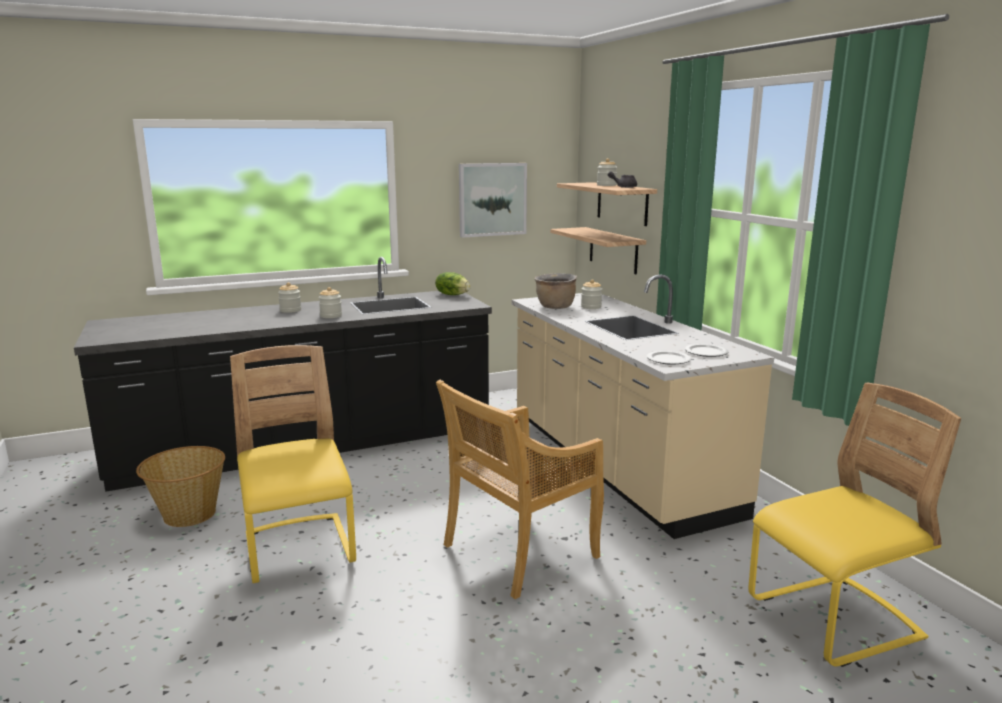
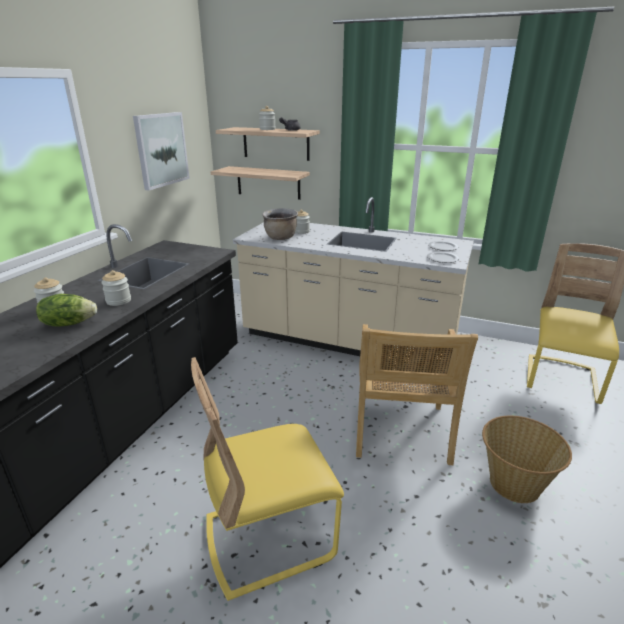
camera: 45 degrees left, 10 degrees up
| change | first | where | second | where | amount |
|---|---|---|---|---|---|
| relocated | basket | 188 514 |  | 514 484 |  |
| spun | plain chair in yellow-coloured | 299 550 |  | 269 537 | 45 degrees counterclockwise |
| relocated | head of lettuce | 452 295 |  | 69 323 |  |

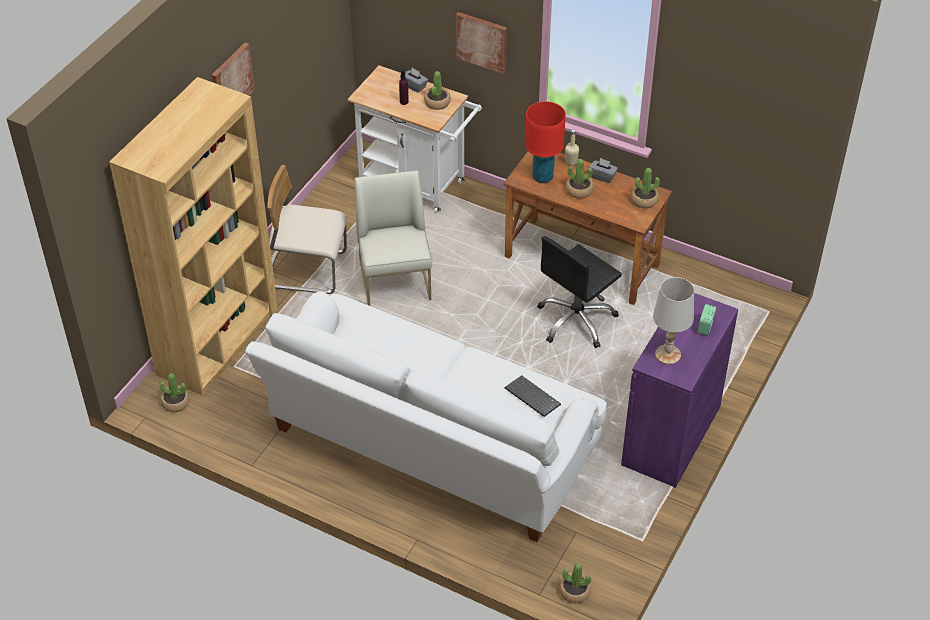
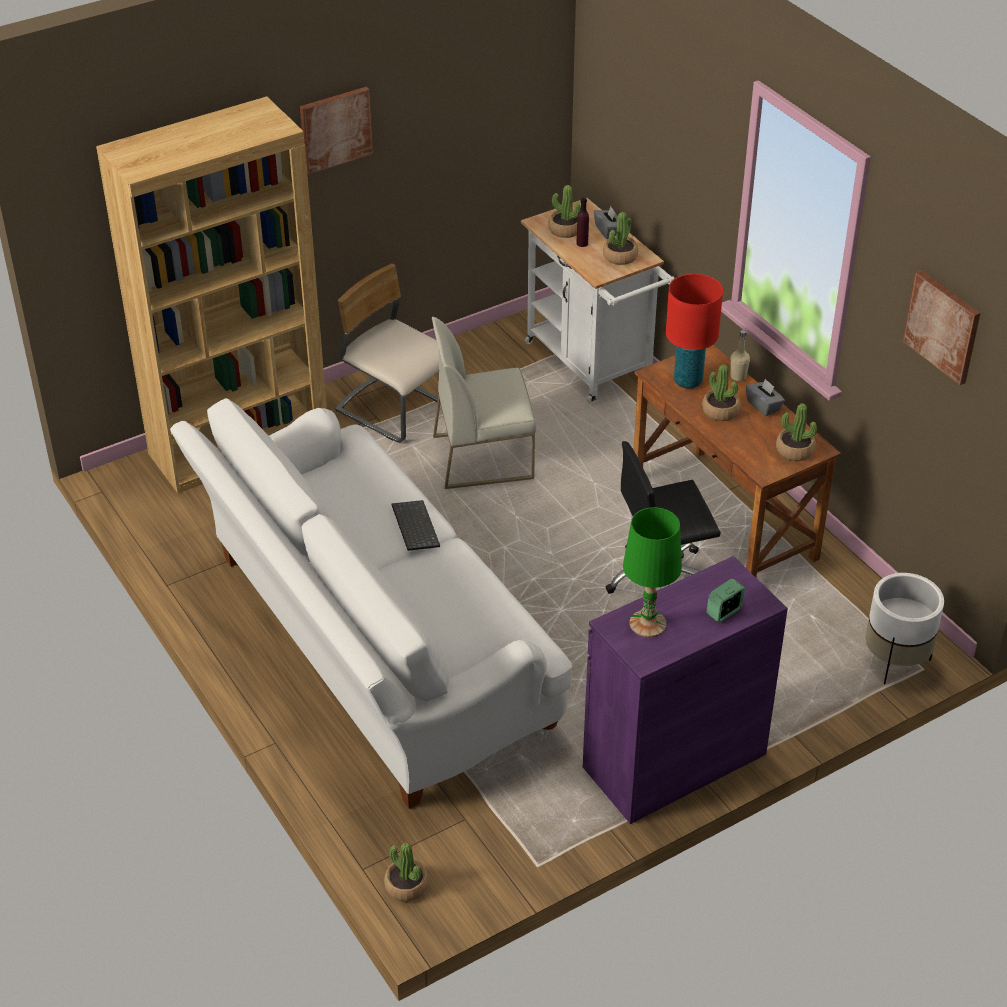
camera: 30 degrees right, 5 degrees down
| change | first | where | second | where | amount |
|---|---|---|---|---|---|
| relocated | plant in a pot | 175 403 |  | 565 230 |  |
| spun | plain chair in whitish | 395 281 |  | 483 457 | 120 degrees counterclockwise |
| relocated | wall picture | 482 41 |  | 943 326 |  |
| relocated | computer keyboard | 531 397 |  | 414 526 |  |
| colour | tabletop lamp in whitish | 668 354 | tabletop lamp in green-coloured | 648 623 |  |
| appeared |  |  | flower pot in whitish | 895 661 |  |

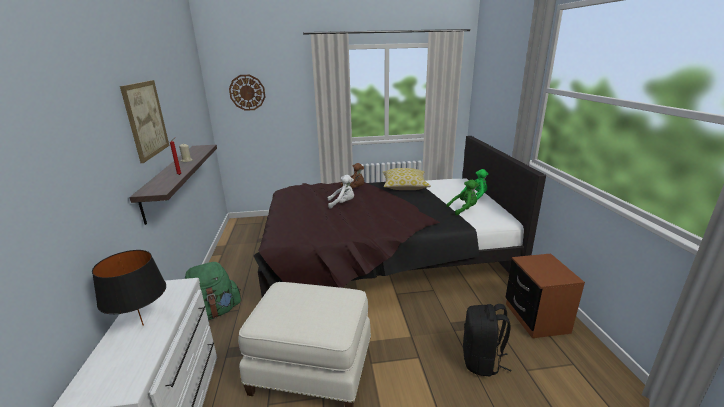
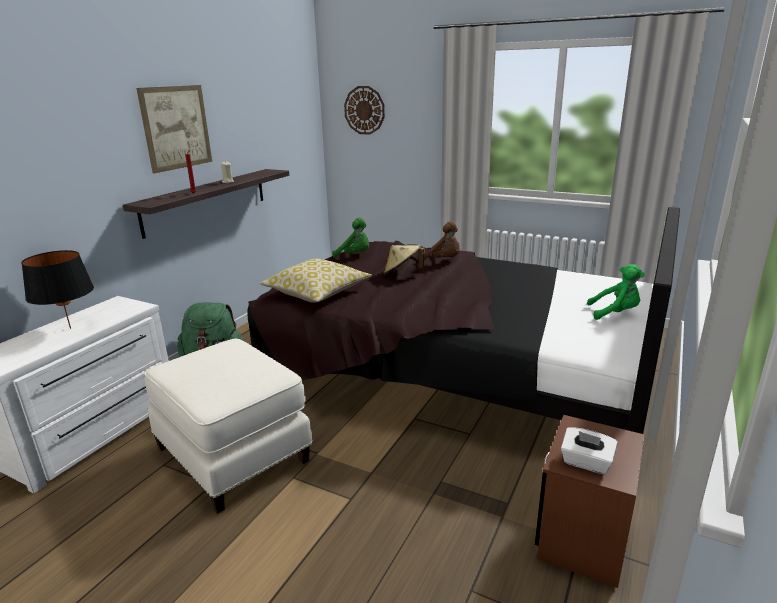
camera: 35 degrees right, 0 degrees up
| change | first | where | second | where | amount |
|---|---|---|---|---|---|
| exchanged | cuddly toy in whitish | 342 203 | clothing hat in beige-coloured | 402 273 |  |
| relocated | pillow | 405 186 |  | 317 293 |  |
| relocated | cuddly toy in green-coloured | 463 209 |  | 355 255 |  |
| missing | backpack in blackish | 482 361 |  |  |  |
| appeared |  |  | box of tissues in whitish | 586 463 |  |

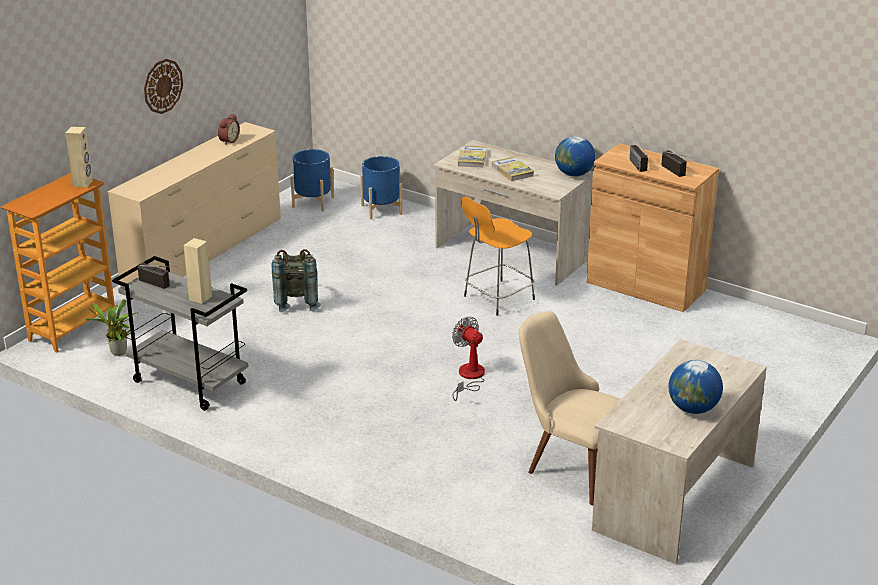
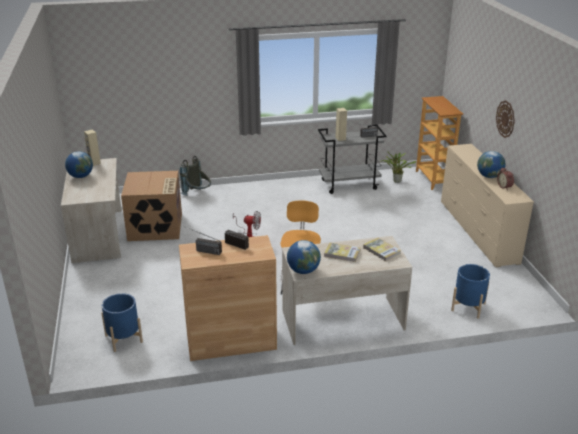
camera: 135 degrees right, 0 degrees up
| change | first | where | second | where | amount |
|---|---|---|---|---|---|
| relocated | loudspeaker in beige-coloured | 83 183 |  | 94 163 |  |
| relocated | backpack in greyish | 297 302 |  | 198 195 |  |
| relocated | flower pot in blue-coloured | 313 202 |  | 124 338 |  |
| exchanged | plain chair in beige-coloured | 571 464 | packing box | 156 227 |  |
| appeared |  |  | desk globe | 489 176 |  |

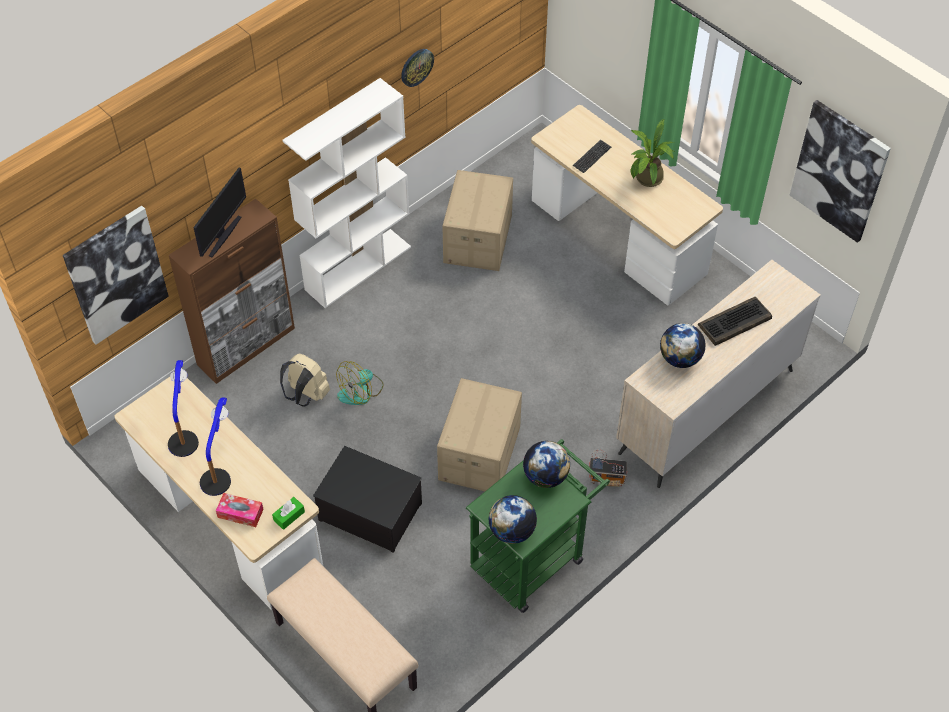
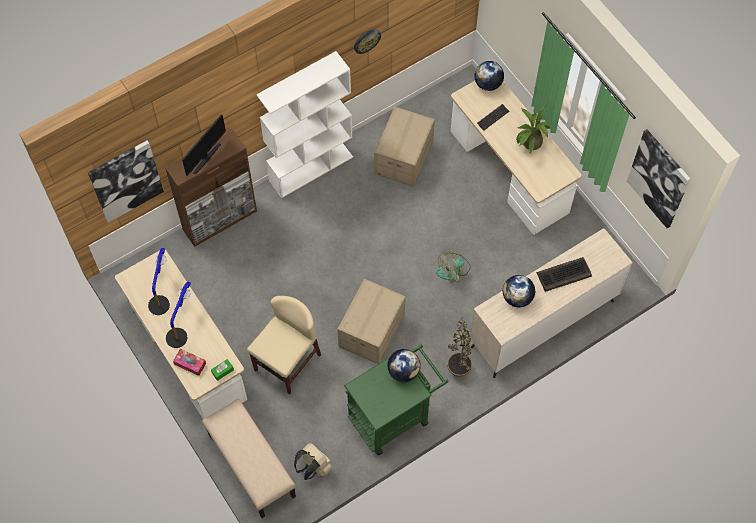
camera: 10 degrees right, 10 degrees up
| change | first | where | second | where | amount |
|---|---|---|---|---|---|
| relocated | backpack in beige-coloured | 306 395 |  | 313 467 |  |
| exchanged | storage container | 371 511 | plain chair in beige-coloured | 287 362 |  |
| relocated | cooling fan | 361 391 |  | 453 270 |  |
| relocated | desk globe | 511 531 |  | 488 84 |  |
| exchanged | radio set | 607 478 | plant in a pot | 459 364 |  |

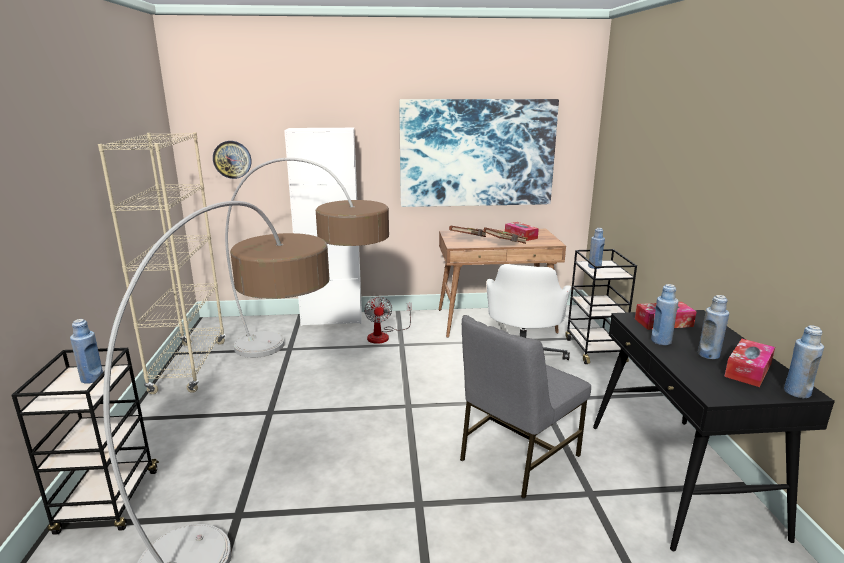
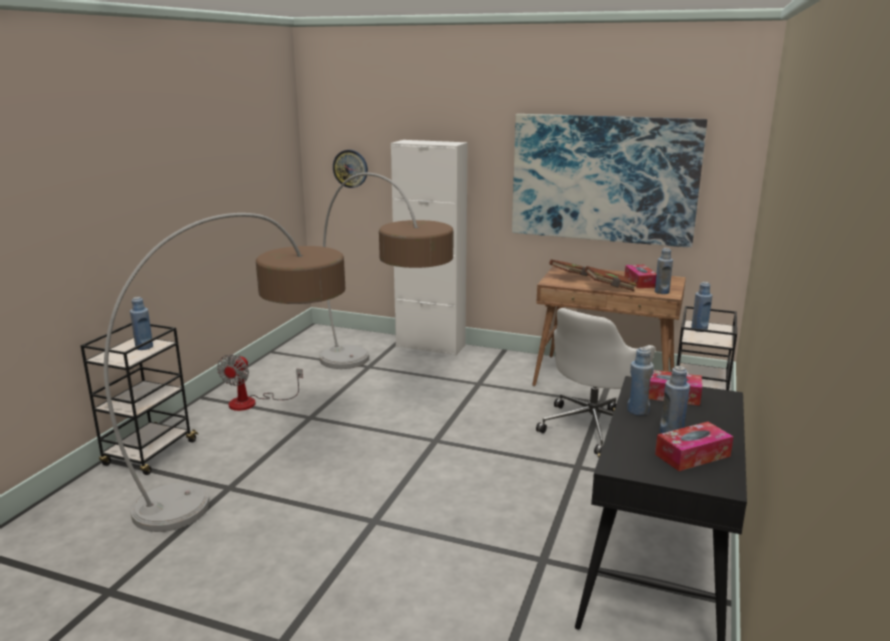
camera: 25 degrees right, 0 degrees up
| change | first | where | second | where | amount |
|---|---|---|---|---|---|
| missing | bookshelf in beige-coloured | 189 366 |  |  |  |
| relocated | cooling fan | 384 335 |  | 252 402 |  |
| missing | plain chair in greyish | 517 457 |  |  |  |
| relocated | bottle in blue-coloured | 796 392 |  | 662 292 |  |

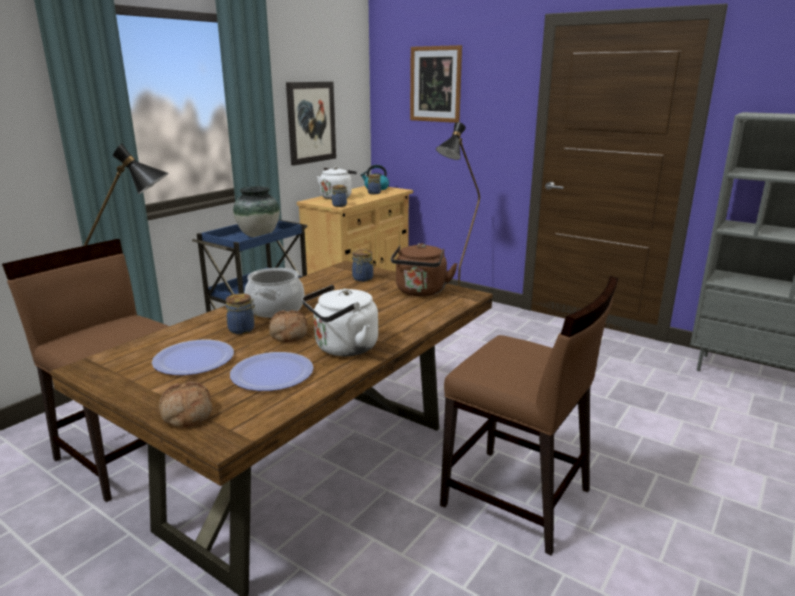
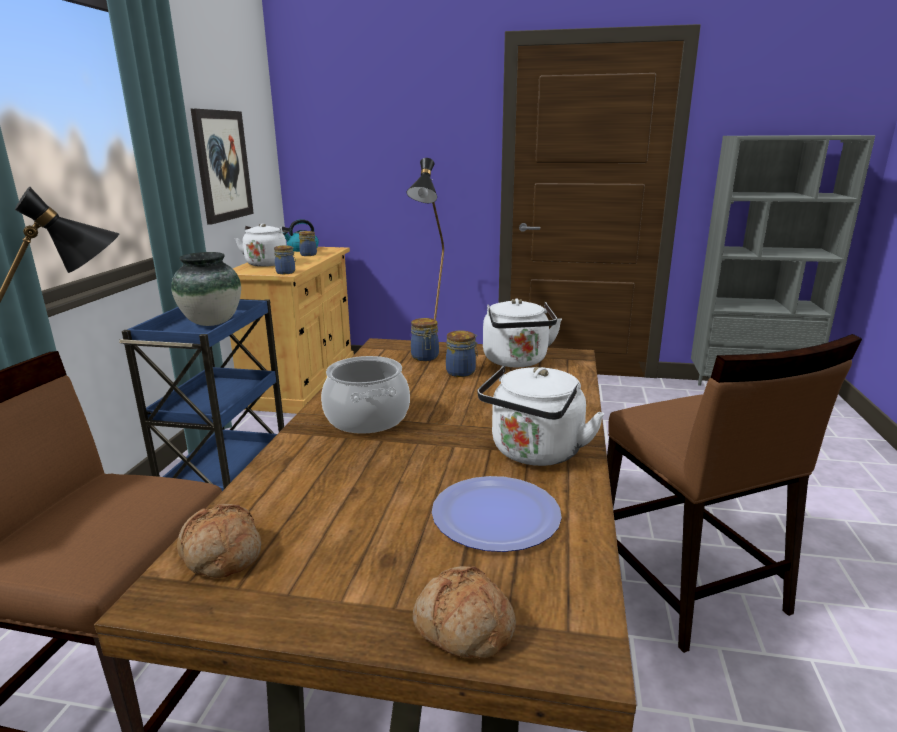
camera: 25 degrees left, 0 degrees up
| change | first | where | second | where | amount |
|---|---|---|---|---|---|
| missing | flat dish | 194 359 |  |  |  |
| relocated | preserve jar | 243 329 |  | 462 372 |  |
| relocated | baked bread | 287 334 |  | 220 554 |  |
| colour | kettle in brown | 420 292 | kettle in whitish | 517 361 |  |
| missing | wall picture | 435 84 |  |  |  |
| spun | plain chair in brown | 517 498 |  | 688 586 | 60 degrees clockwise |

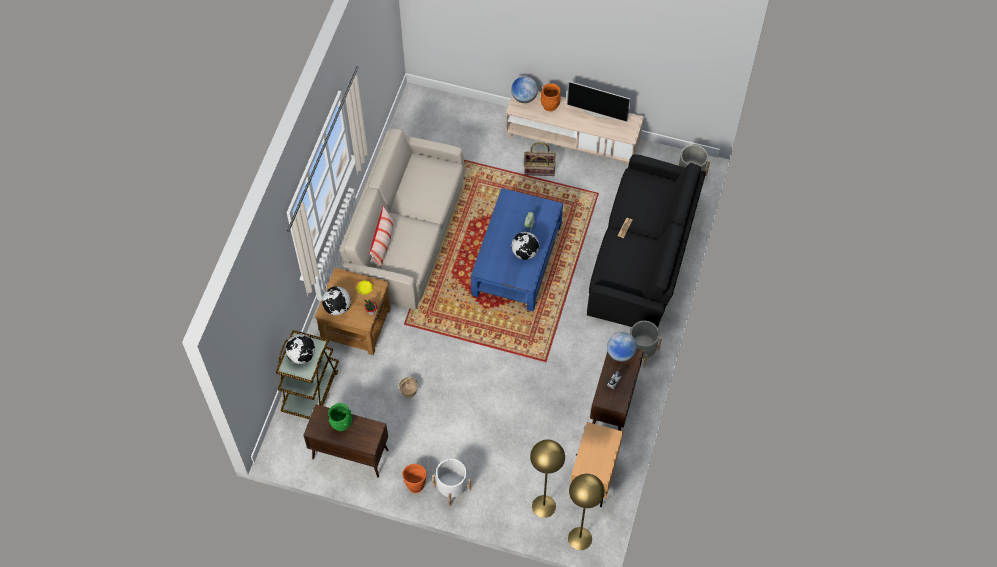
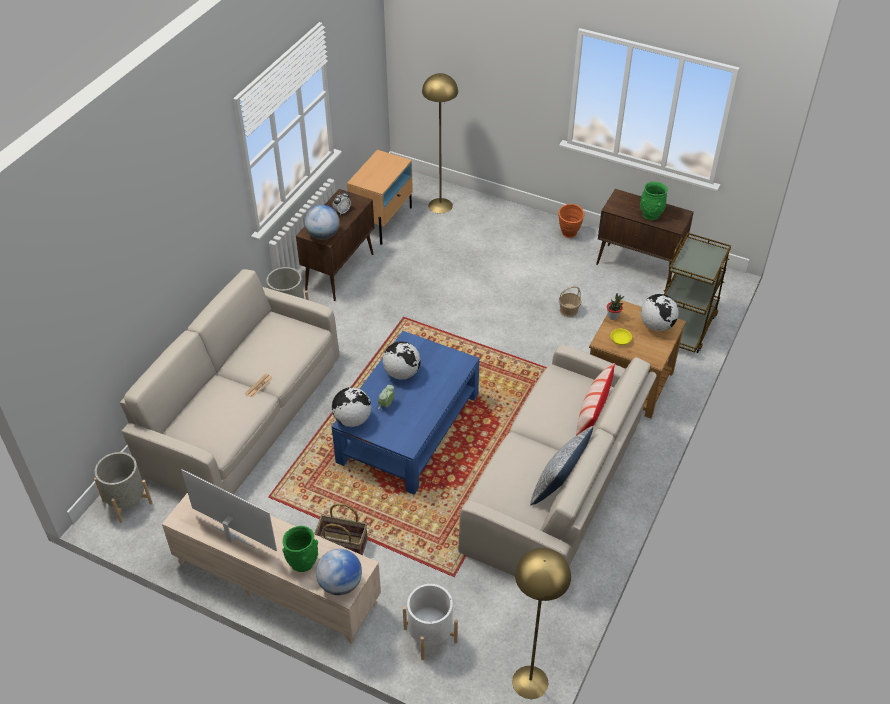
camera: 170 degrees left, 15 degrees down
| change | first | where | second | where | amount |
|---|---|---|---|---|---|
| relocated | desk globe | 302 355 |  | 352 420 |  |
| relocated | flower pot in whitish | 452 488 |  | 430 635 |  |
| colour | decorative vase in orangey | 550 106 | decorative vase in green-coloured | 303 562 |  |
| relocated | standing lamp in yellow-coloured | 579 538 |  | 530 682 |  |
| colour | settee in blackish | 643 255 | settee in beige-coloured | 241 410 |  |
| appeared |  |  | pillow | 558 485 |  |

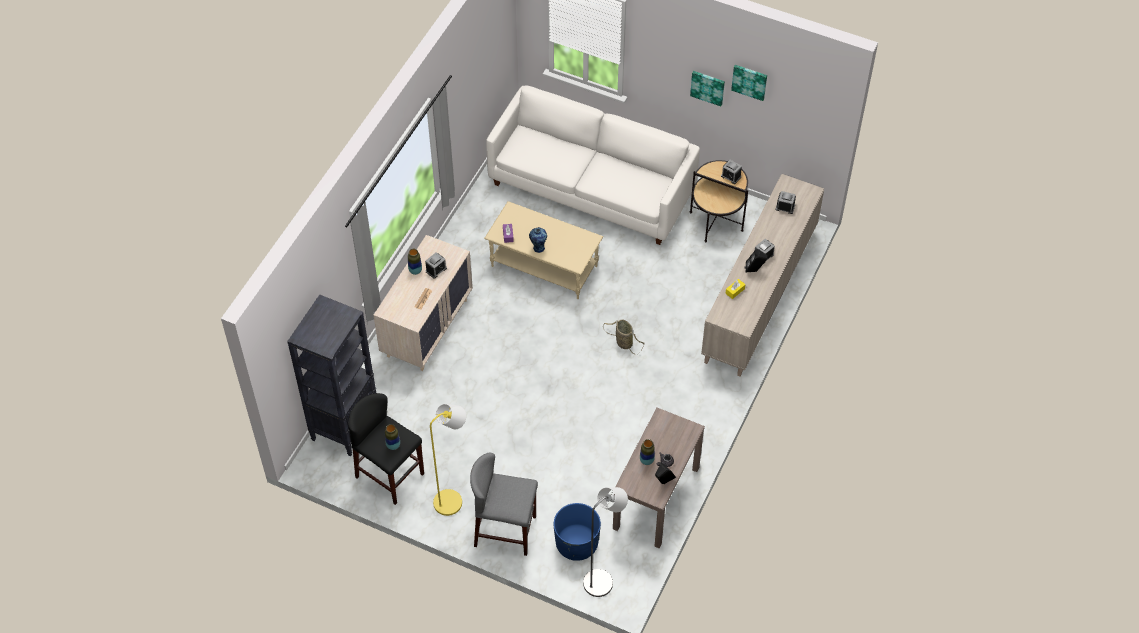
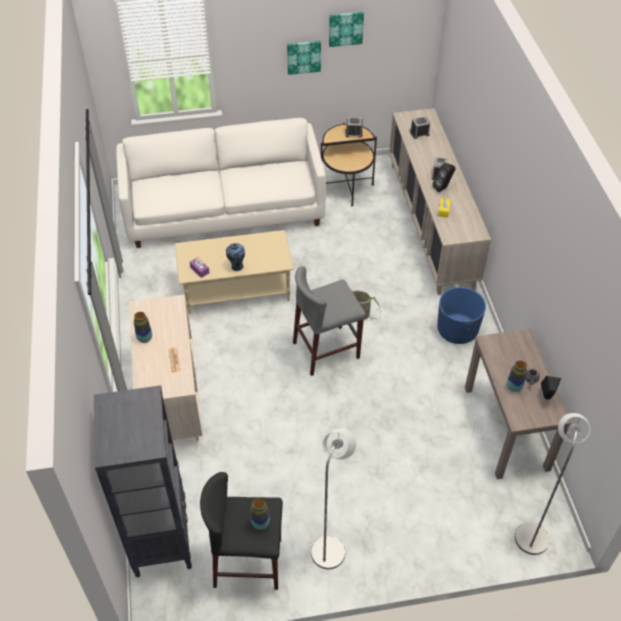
camera: 35 degrees left, 5 degrees down
| change | first | where | second | where | amount |
|---|---|---|---|---|---|
| missing | bedside clock | 436 270 |  |  |  |
| colour | standing lamp in yellow-coloured | 453 500 | standing lamp in greyish | 330 547 |  |
| relocated | stool in greyish | 505 531 |  | 326 350 |  |
| relocated | flower pot in blue-coloured | 576 543 |  | 457 330 |  |

